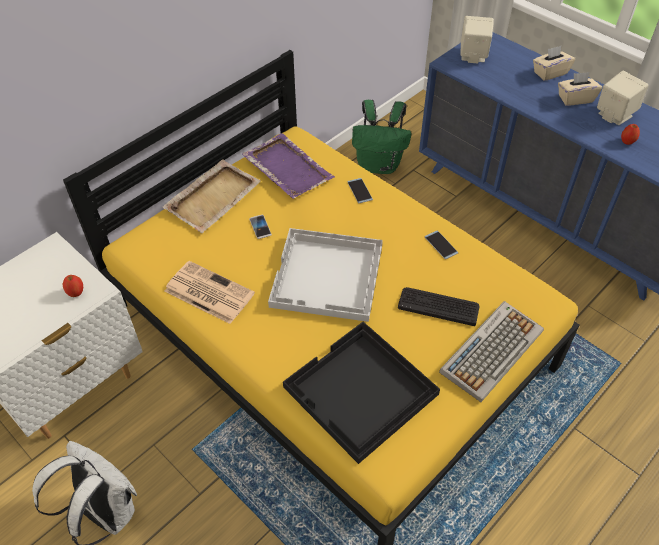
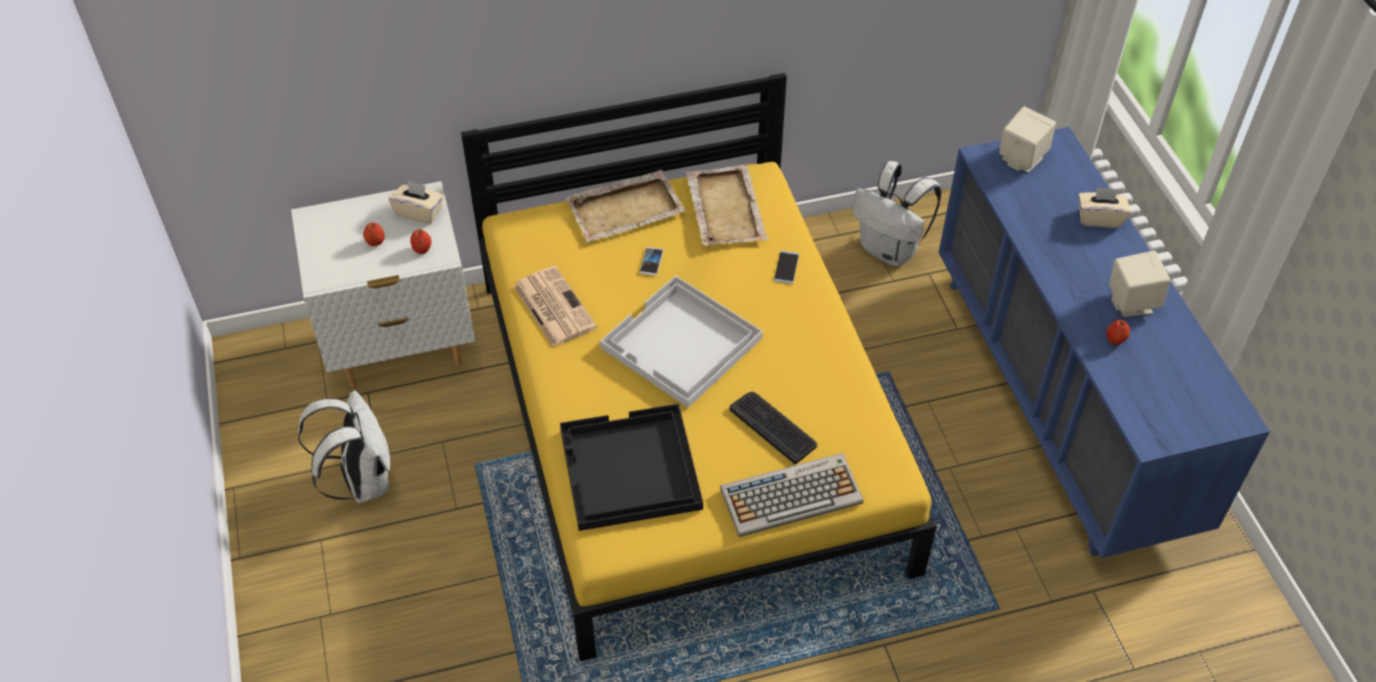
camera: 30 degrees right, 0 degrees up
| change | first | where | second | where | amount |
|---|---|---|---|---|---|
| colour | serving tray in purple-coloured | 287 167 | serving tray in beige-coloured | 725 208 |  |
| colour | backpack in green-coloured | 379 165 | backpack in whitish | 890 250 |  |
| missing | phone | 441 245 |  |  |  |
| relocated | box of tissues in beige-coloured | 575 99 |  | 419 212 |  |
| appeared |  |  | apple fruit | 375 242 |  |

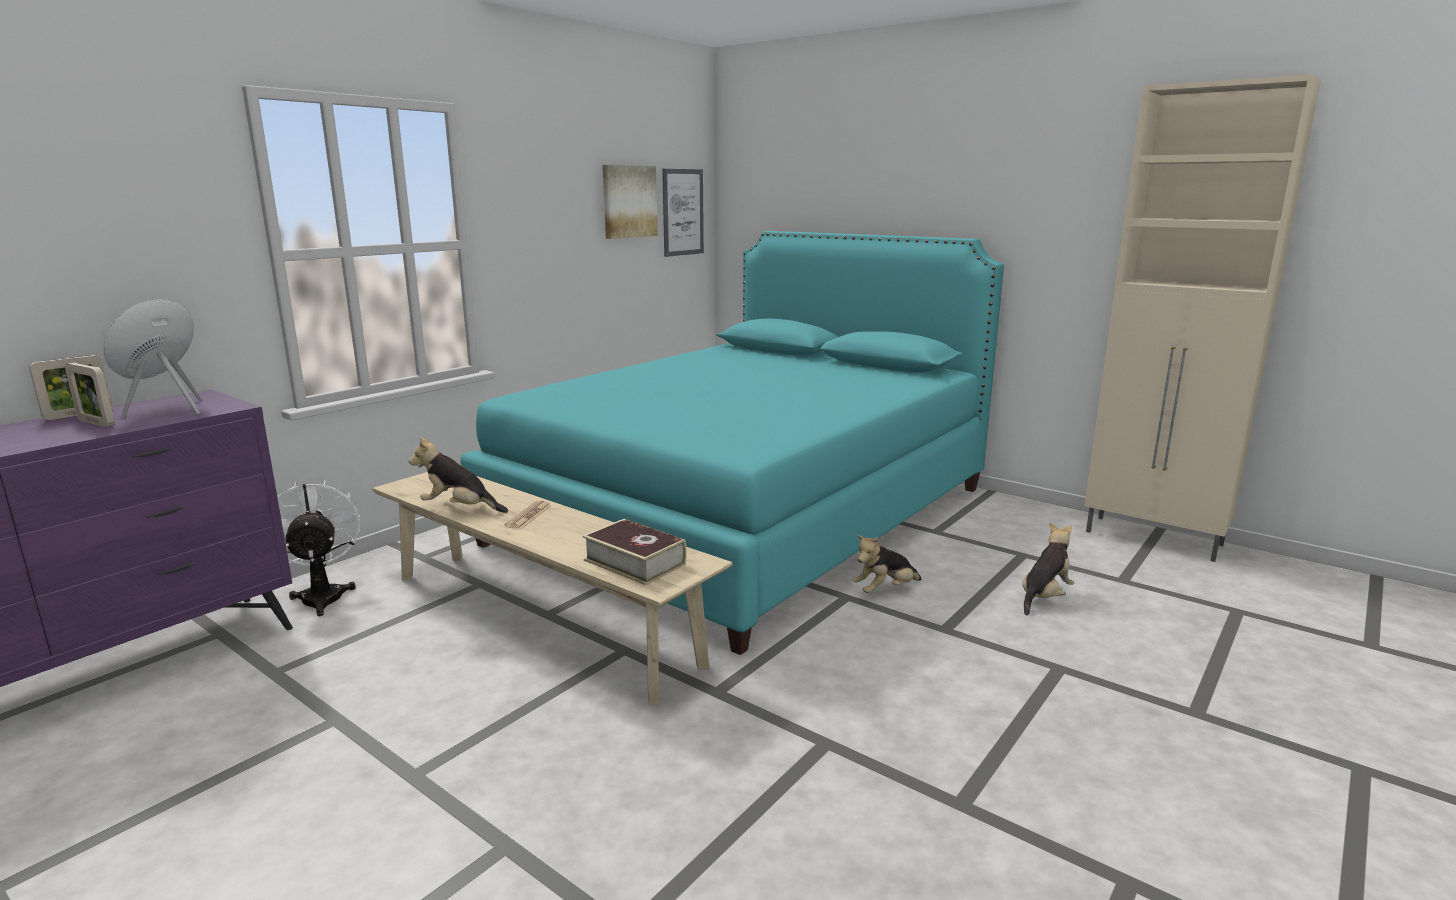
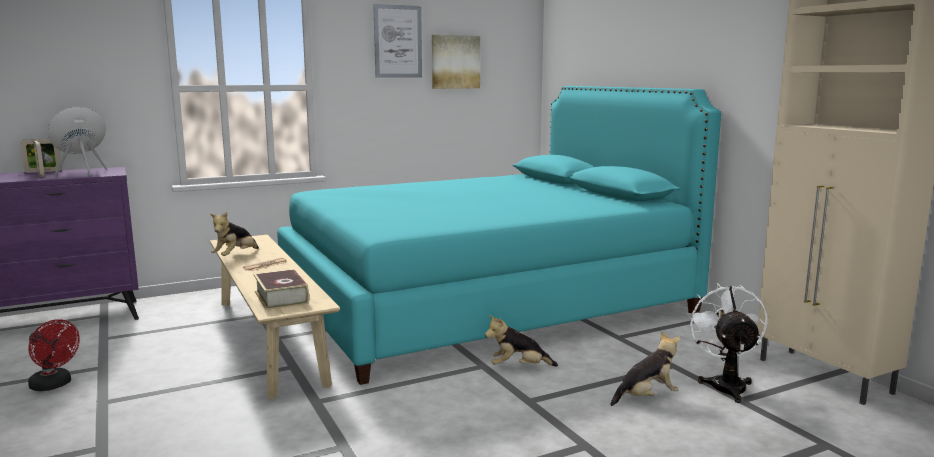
camera: 25 degrees right, 5 degrees down
| change | first | where | second | where | amount |
|---|---|---|---|---|---|
| relocated | cooling fan in whitish | 323 595 |  | 725 384 |  |
| spun | cuddly toy | 460 508 |  | 235 256 | 105 degrees counterclockwise |
| relocated | wall picture | 683 212 |  | 398 41 |  |
| appeared |  |  | cooling fan in red | 54 385 |  |

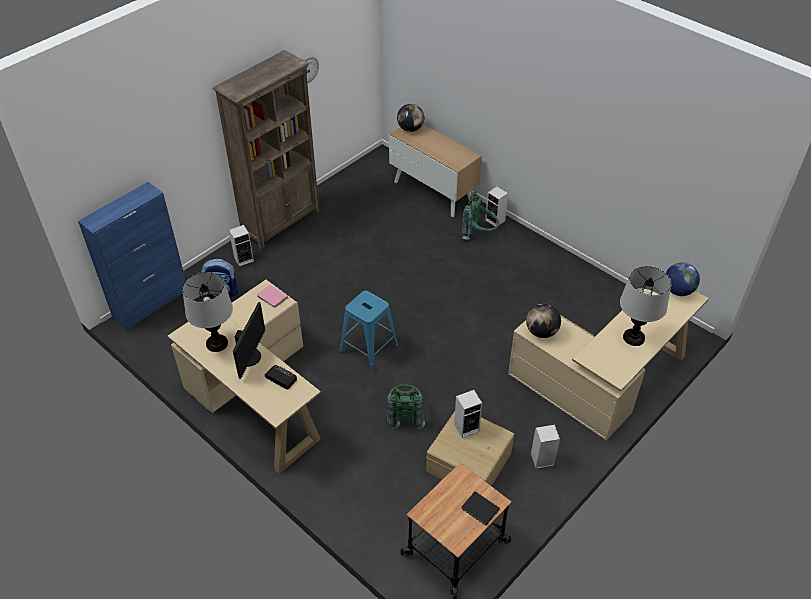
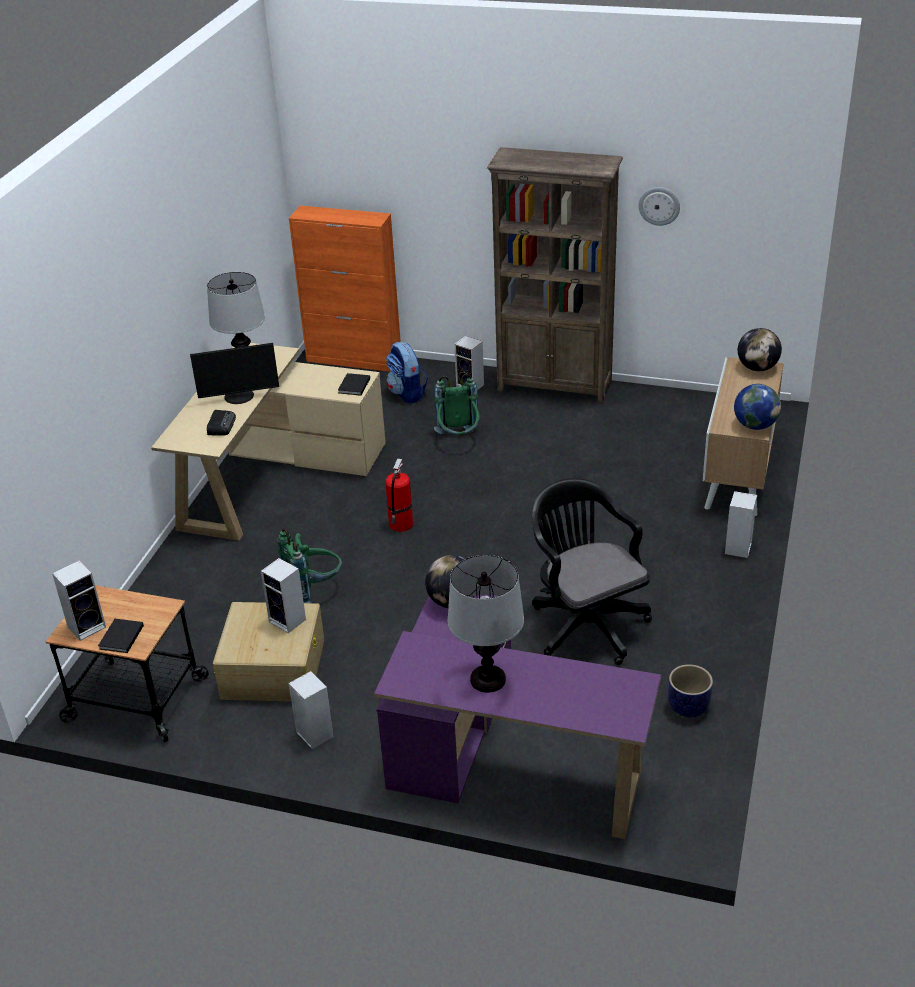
camera: 65 degrees right, 10 degrees down
| change | first | where | second | where | amount |
|---|---|---|---|---|---|
| colour | cupboard in blue-coloured | 151 303 | cupboard in orangey | 354 359 |  |
| colour | bound book in pink | 272 297 | bound book in blackish | 353 386 |  |
| exchanged | stool in blue-coloured | 368 348 | fire extinguisher | 400 525 |  |
| relocated | backpack in green-coloured | 479 234 |  | 459 439 |  |
| colour | desk in beige-coloured | 603 381 | desk in purple-coloured | 501 756 |  |
| relocated | desk globe | 678 291 |  | 755 425 |  |
| appeared |  |  | loudspeaker | 87 626 |  |
| appeared |  |  | computer chair in blackish | 585 623 |  |
| appeared |  |  | flower pot | 688 707 |  |

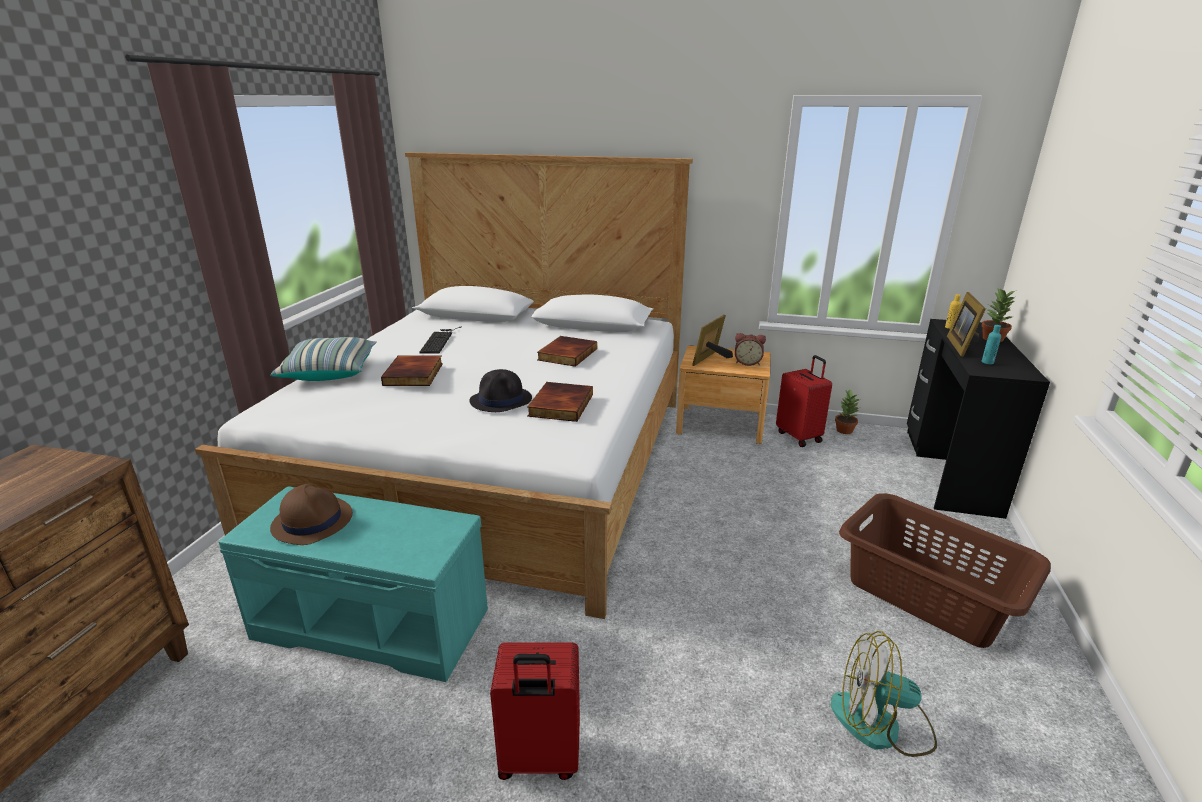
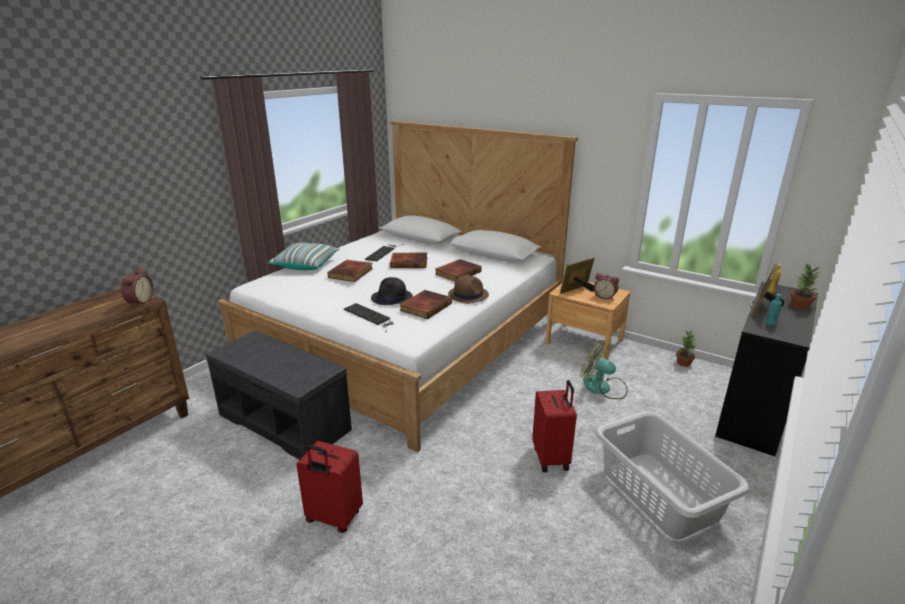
camera: 20 degrees right, 0 degrees up
| change | first | where | second | where | amount |
|---|---|---|---|---|---|
| colour | bench in turquoise-coloured | 374 622 | bench in greyish | 286 422 |  |
| relocated | clothing hat in brown | 312 521 |  | 468 295 |  |
| relocated | suitcase in red | 799 436 |  | 551 458 |  |
| relocated | cooling fan | 881 725 |  | 603 388 |  |
| colour | hamper in brown | 928 595 | hamper in greyish | 659 494 |  |
| appeared |  |  | bedside clock | 139 302 |  |
| appeared |  |  | computer keyboard | 370 316 |  |
| appeared |  |  | bound book | 409 262 |  |

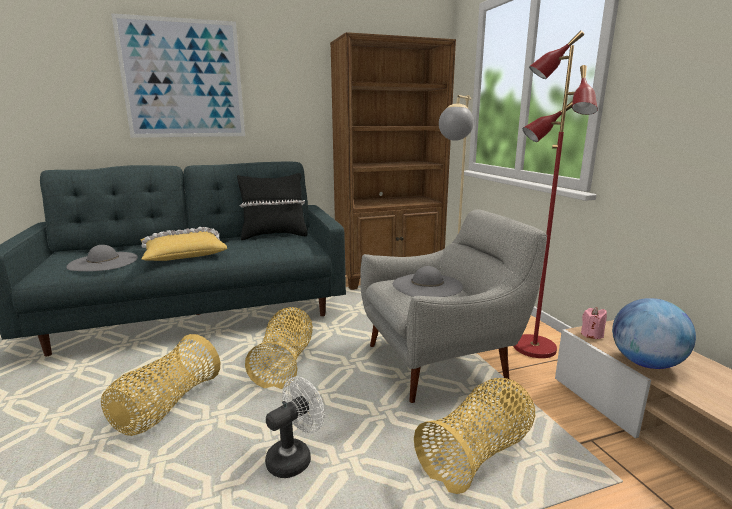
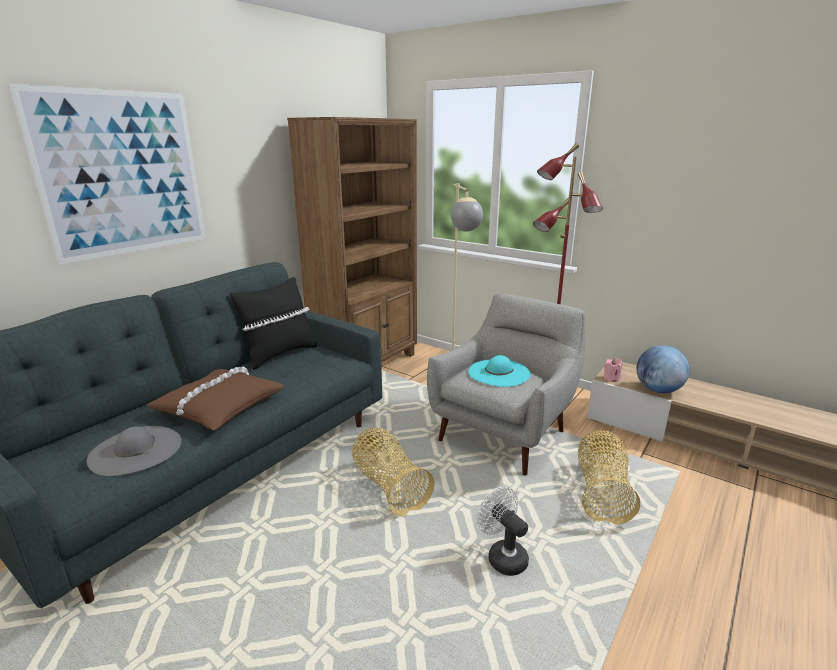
camera: 35 degrees left, 5 degrees up
| change | first | where | second | where | amount |
|---|---|---|---|---|---|
| missing | basket | 166 407 |  |  |  |
| colour | pillow in yellow-coloured | 183 253 | pillow in brown | 219 407 |  |
| spun | cooling fan in whitish | 294 457 |  | 502 556 | 45 degrees counterclockwise |
| colour | clothing hat in greyish | 427 285 | clothing hat in turquoise-coloured | 499 373 |  |

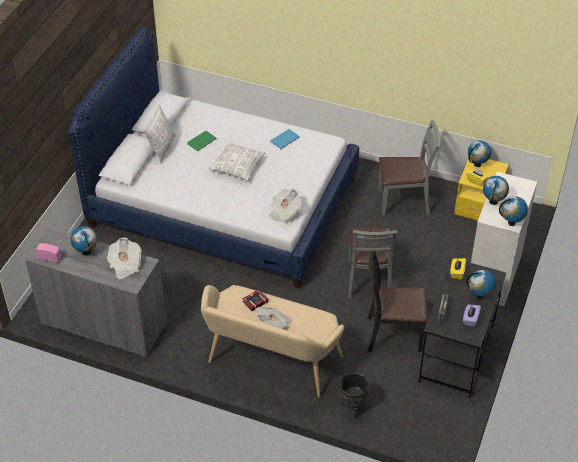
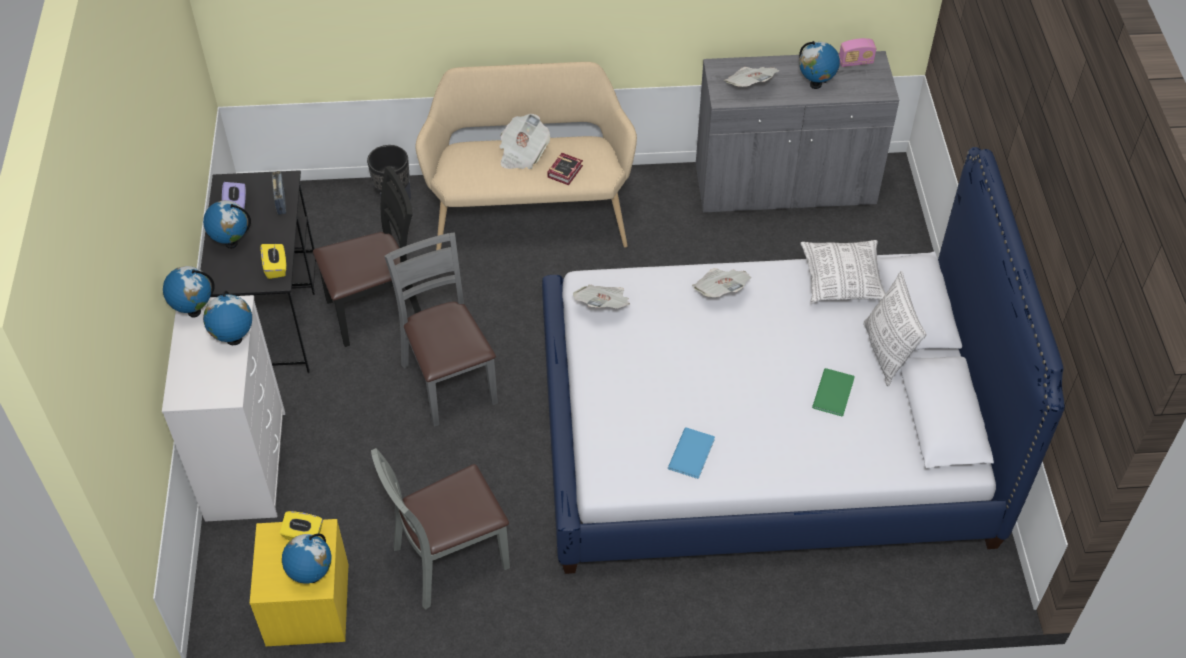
camera: 155 degrees right, 5 degrees up
| change | first | where | second | where | amount |
|---|---|---|---|---|---|
| relocated | pillow | 237 166 |  | 842 280 |  |
| appeared |  |  | newspaper | 720 291 |  |

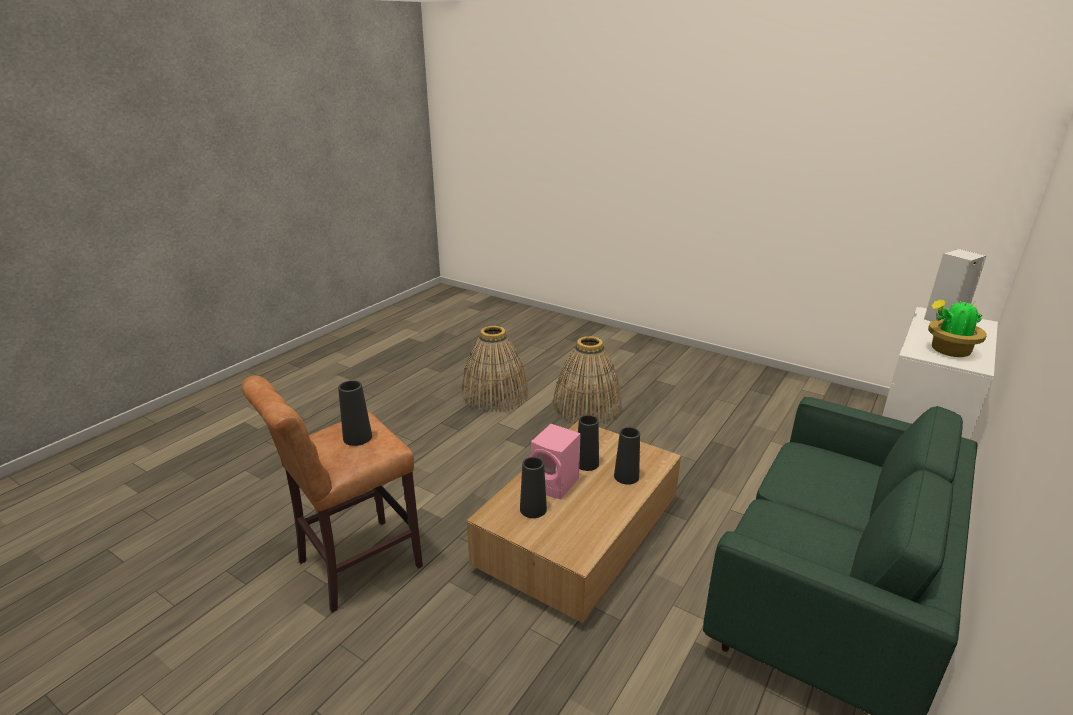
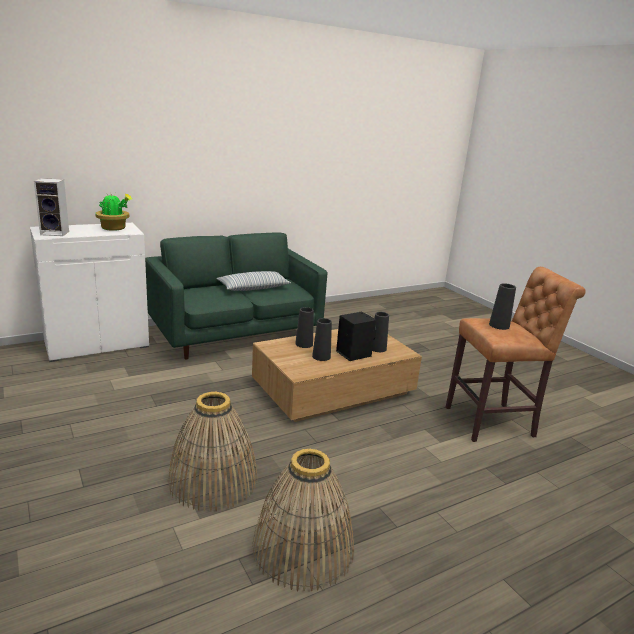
camera: 155 degrees left, 5 degrees down
| change | first | where | second | where | amount |
|---|---|---|---|---|---|
| colour | loudspeaker in pink | 556 484 | loudspeaker in blackish | 353 353 |  |
| appeared |  |  | pillow | 253 288 |  |

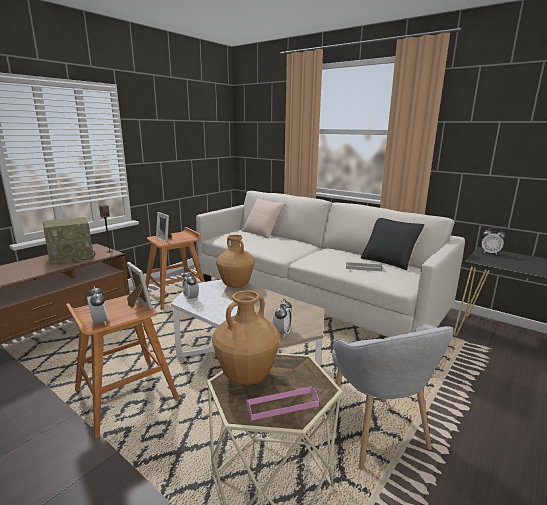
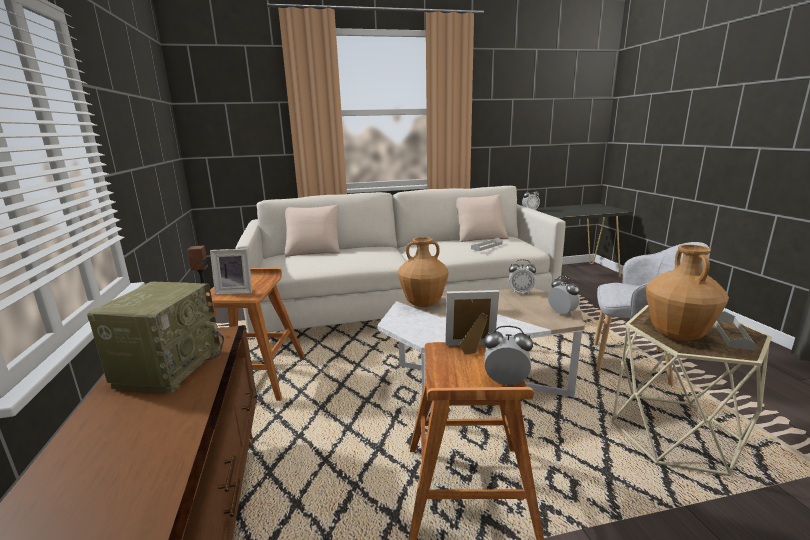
camera: 50 degrees left, 0 degrees up
| change | first | where | second | where | amount |
|---|---|---|---|---|---|
| relocated | bedside clock | 191 298 |  | 520 292 |  |
| colour | serving tray in pink | 282 405 | serving tray in greyish | 731 333 |  |
| colour | pillow in blackish | 389 260 | pillow in beige-coloured | 480 237 |  |

